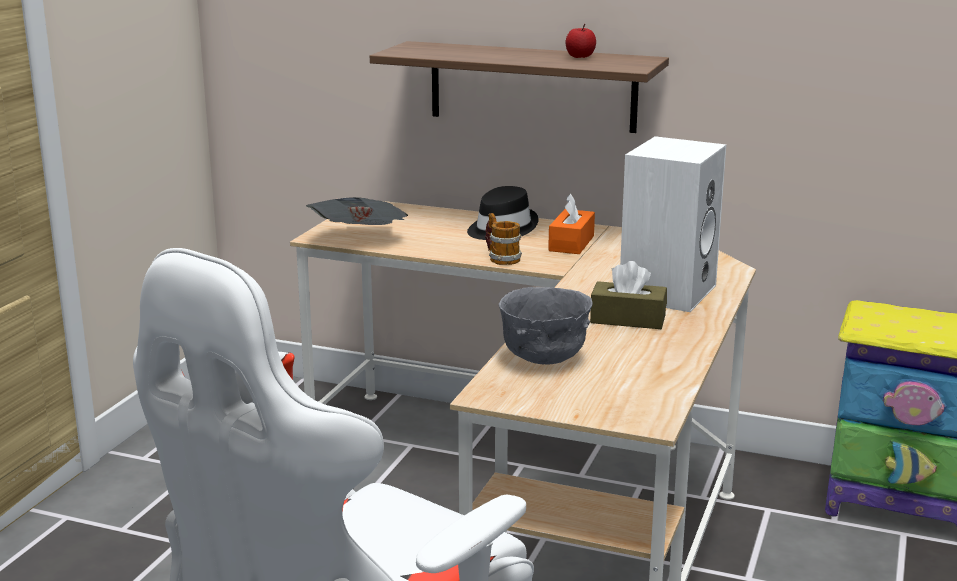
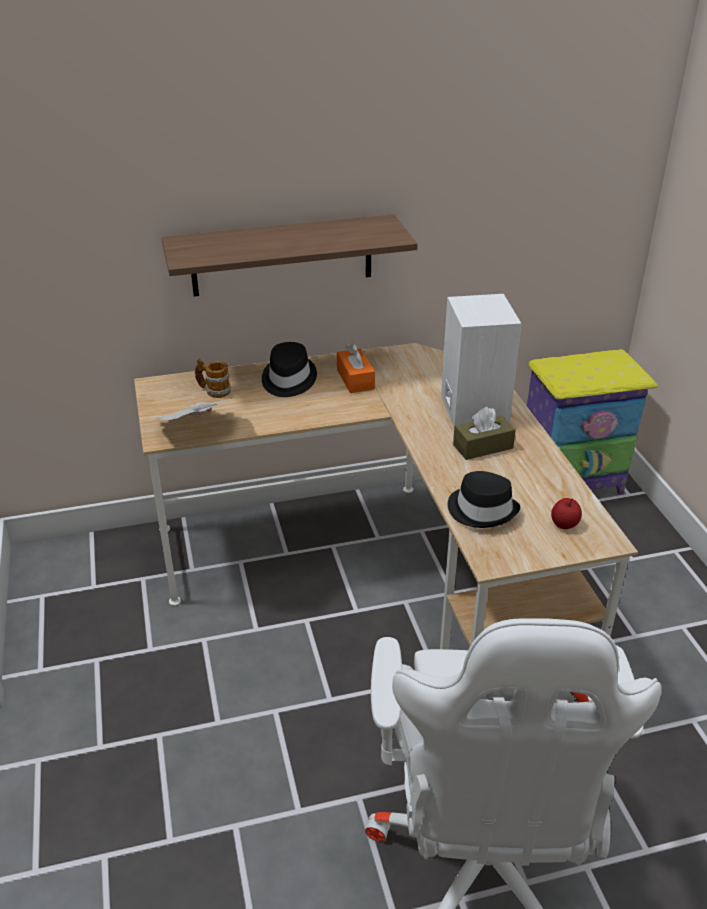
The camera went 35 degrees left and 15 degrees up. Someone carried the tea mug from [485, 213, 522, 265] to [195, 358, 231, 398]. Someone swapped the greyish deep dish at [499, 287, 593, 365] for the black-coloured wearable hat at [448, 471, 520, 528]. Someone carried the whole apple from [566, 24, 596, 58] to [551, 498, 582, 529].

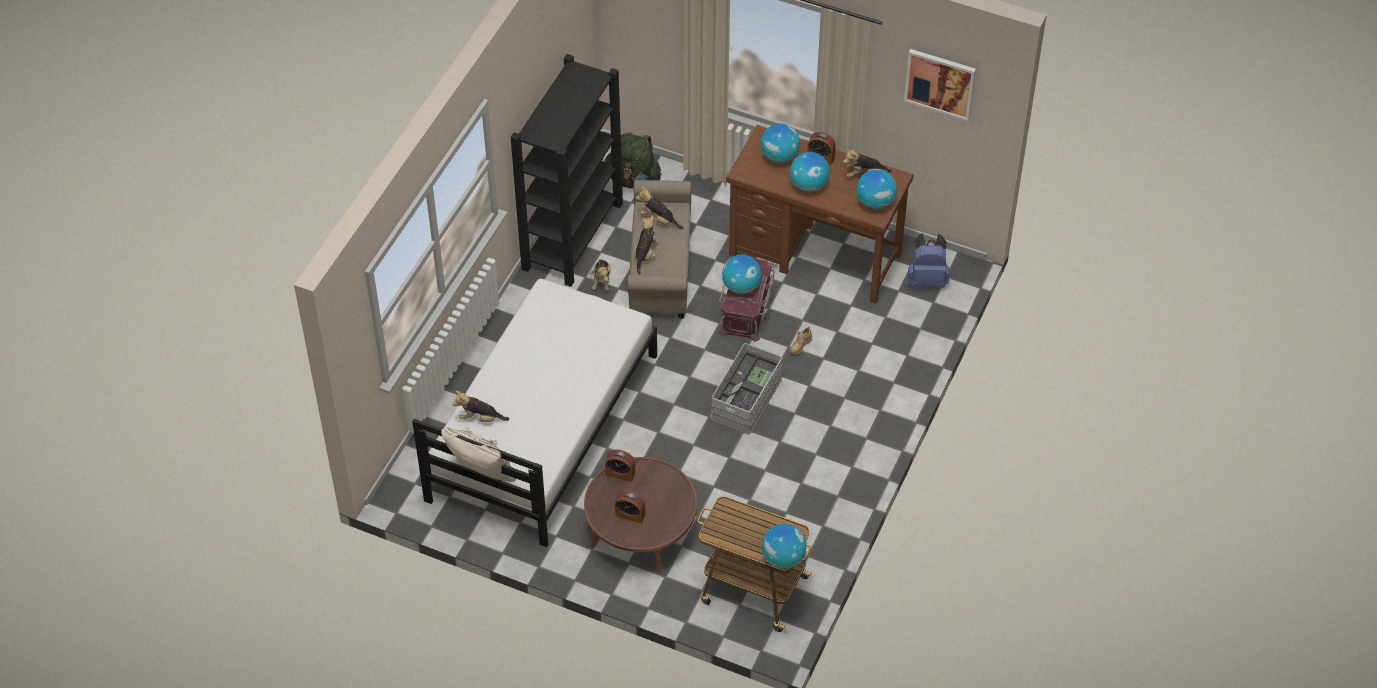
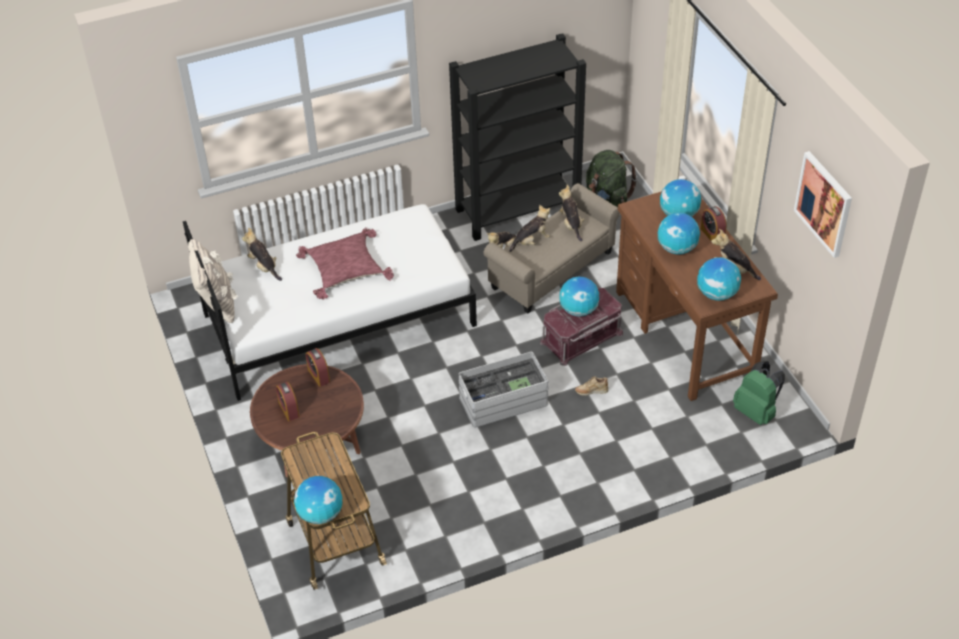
The camera went 45 degrees right and 5 degrees down. Someone put down the red throw pillow at [296, 228, 394, 300]. Someone repainted the blue-coloured rucksack at [908, 233, 950, 288], which became the green-coloured rucksack at [733, 361, 785, 425].

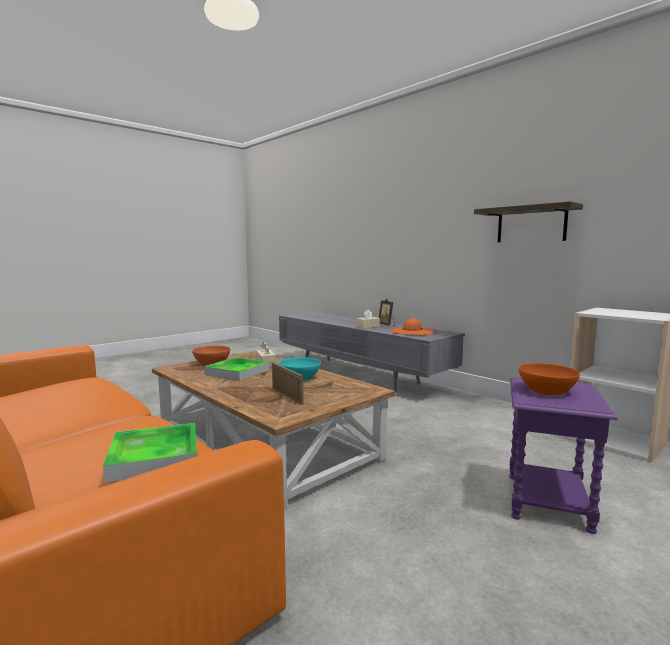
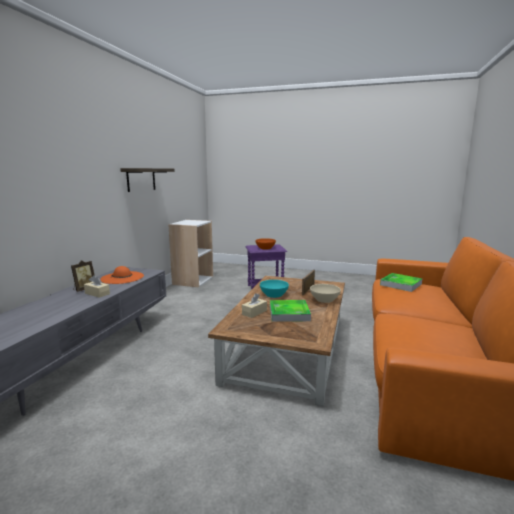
The camera went 120 degrees left and 5 degrees up. Someone put down the beige-coloured deep dish at [310, 284, 341, 303]. Someone took away the orange-coloured deep dish at [192, 345, 230, 366].

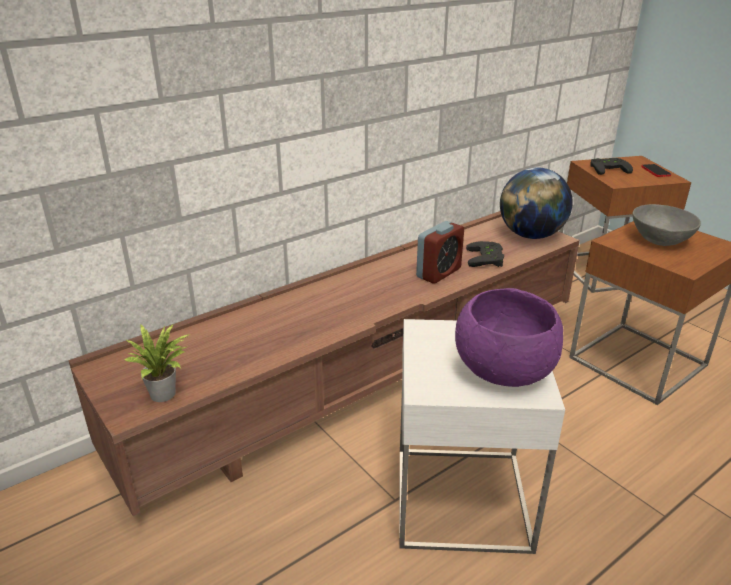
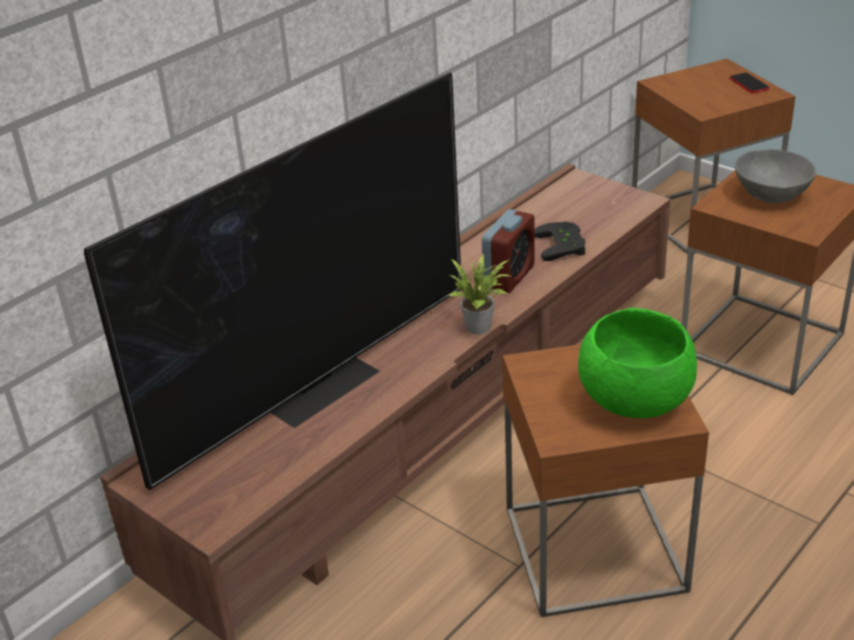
The camera went 10 degrees left and 5 degrees up. Someone put down the TV set at [84, 72, 462, 490]. Someone carried the houseplant from [124, 325, 190, 402] to [449, 254, 510, 334]. Someone repainted the white-coloured end table at [399, 319, 565, 554], which became the brownish end table at [503, 344, 709, 617]. Someone repainted the purplish deep dish at [455, 288, 563, 387], which became the green-coloured deep dish at [578, 308, 697, 418]. Someone took away the globe at [500, 168, 573, 239]. Someone took away the black-coloured game controller at [590, 158, 633, 175].

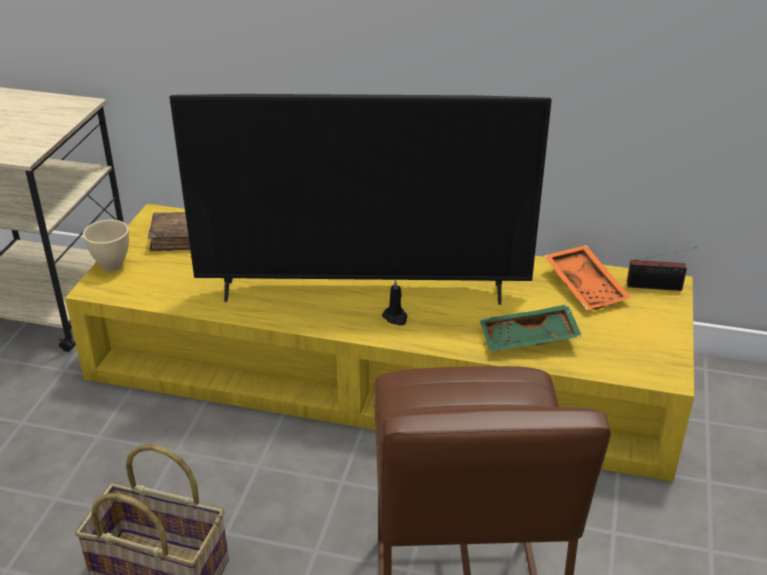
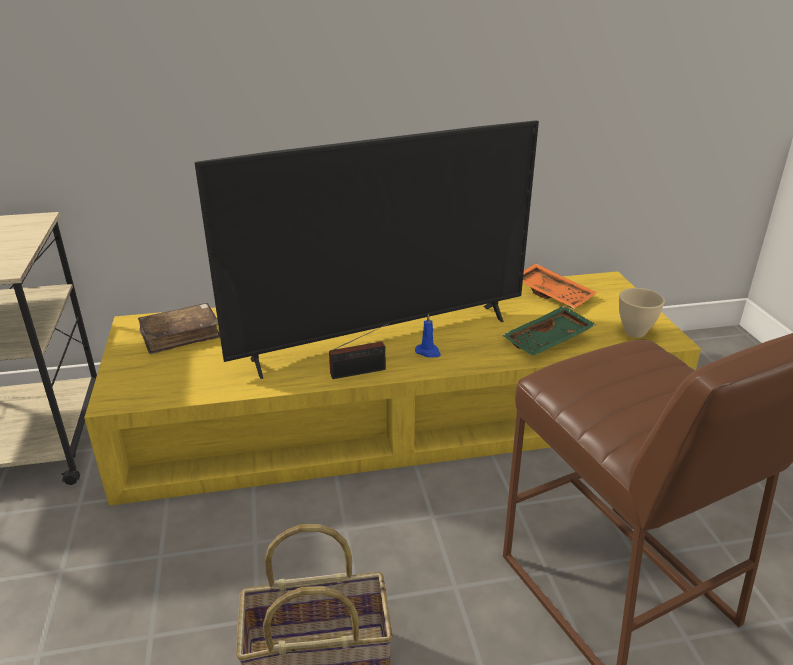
The camera went 25 degrees left and 5 degrees down. Someone carried the radio from [627, 247, 697, 291] to [329, 323, 390, 379]. Someone repainted the black-coloured wax light at [382, 279, 408, 326], which became the blue-coloured wax light at [415, 313, 441, 357]. Someone carried the beige-coloured deep dish from [83, 220, 129, 272] to [619, 288, 665, 338].

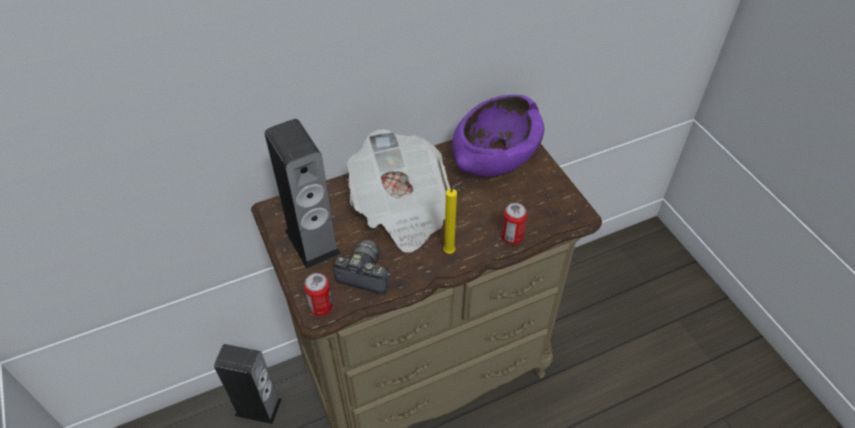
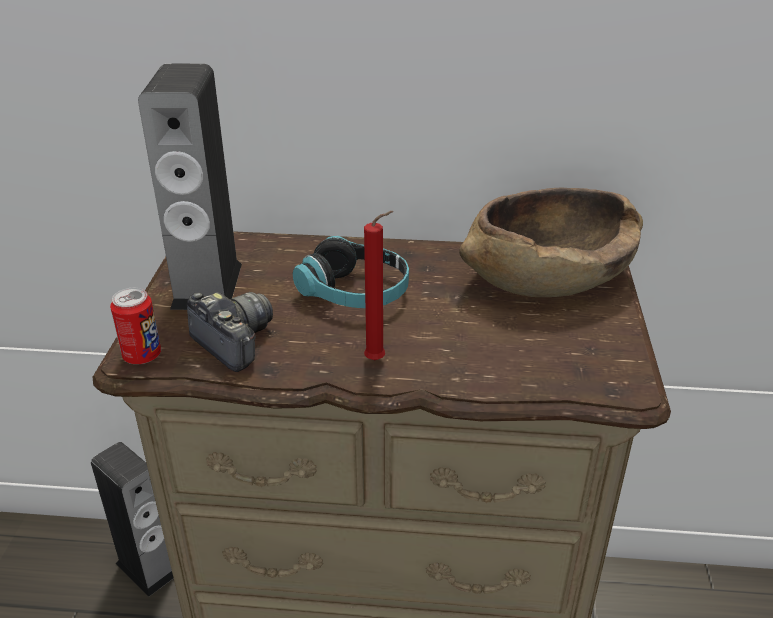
The camera went 30 degrees right and 15 degrees down. Someone swapped the printed paper at [347, 129, 450, 253] for the headphones at [292, 236, 409, 308]. Someone repainted the yellow wax light at [443, 181, 462, 254], which became the red wax light at [364, 211, 394, 360]. Someone repainted the purplish deep dish at [453, 95, 544, 177], which became the brownish deep dish at [459, 187, 643, 297]. Someone took away the can at [501, 203, 527, 244].

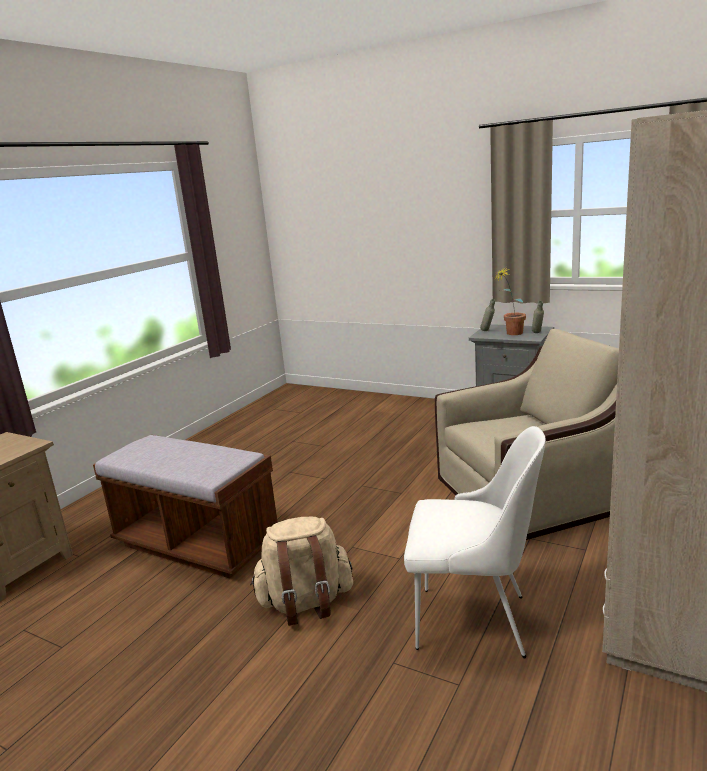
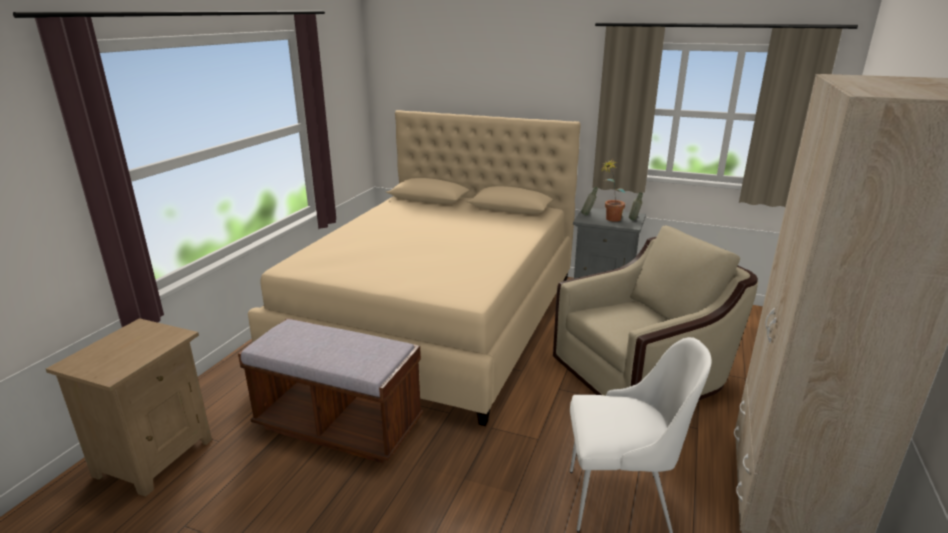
The camera went 10 degrees left and 5 degrees up. Someone put down the beige-coloured sleeping bed at [248, 110, 581, 426]. Someone took away the beige-coloured rucksack at [250, 517, 353, 626].

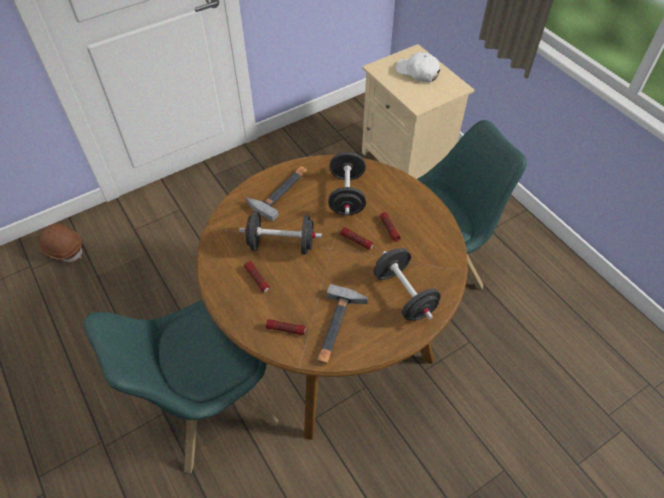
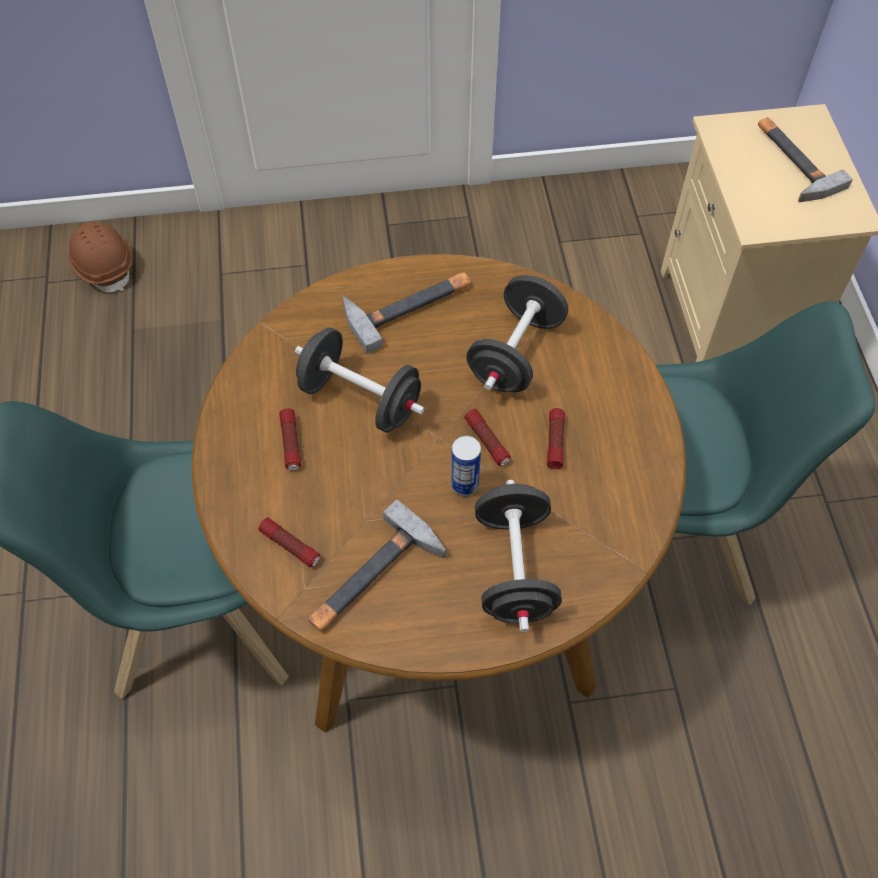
The camera went 25 degrees right and 5 degrees up. Someone put down the can at [451, 436, 481, 496]. Someone swapped the white-coloured peaked cap at [396, 52, 440, 82] for the hammer at [758, 117, 853, 202].

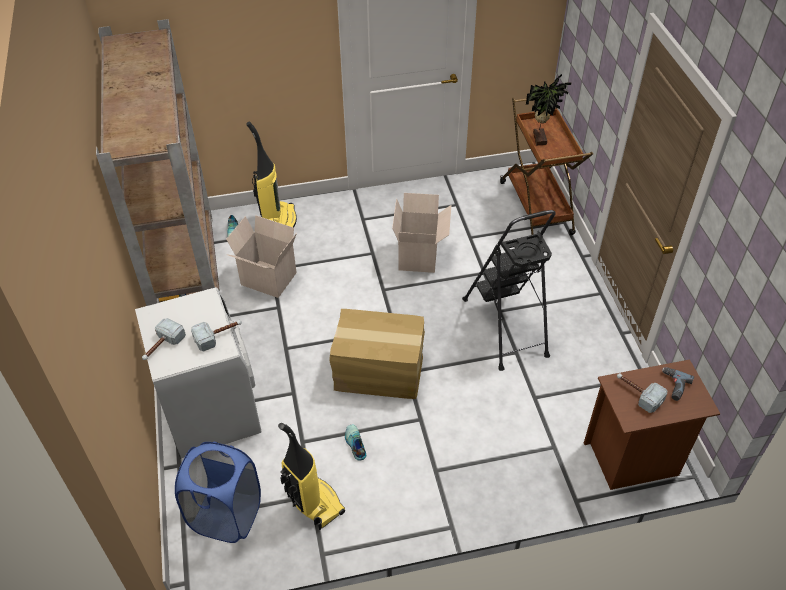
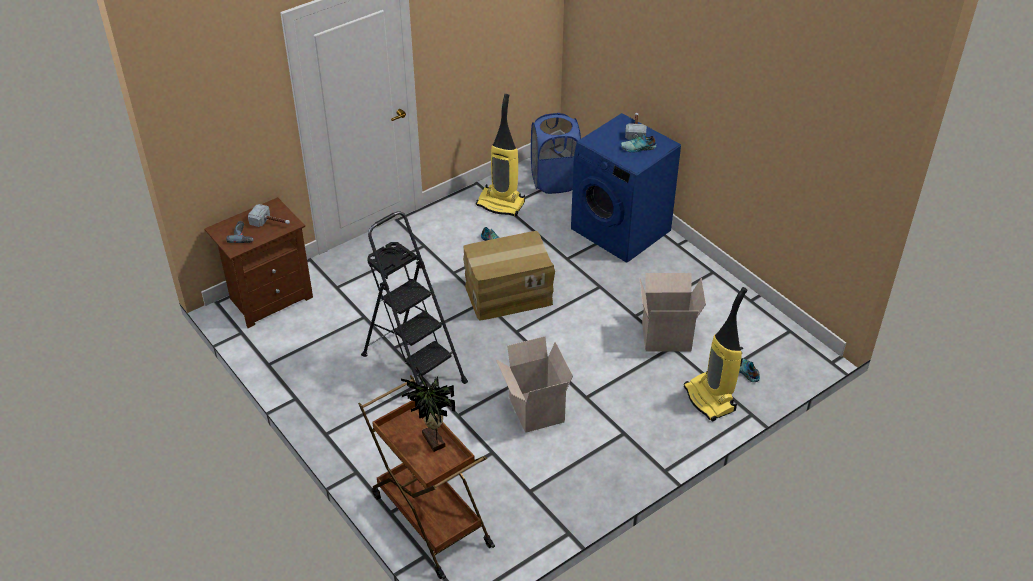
The camera went 155 degrees right and 5 degrees down. Someone repainted the white-coloured laundry machine at [135, 287, 262, 459], which became the blue-coloured laundry machine at [571, 113, 681, 263]. Someone put down the shoe at [621, 134, 657, 153]. Someone took away the brownish shelving unit at [96, 19, 220, 306]. Someone took away the hammer at [191, 320, 242, 351].

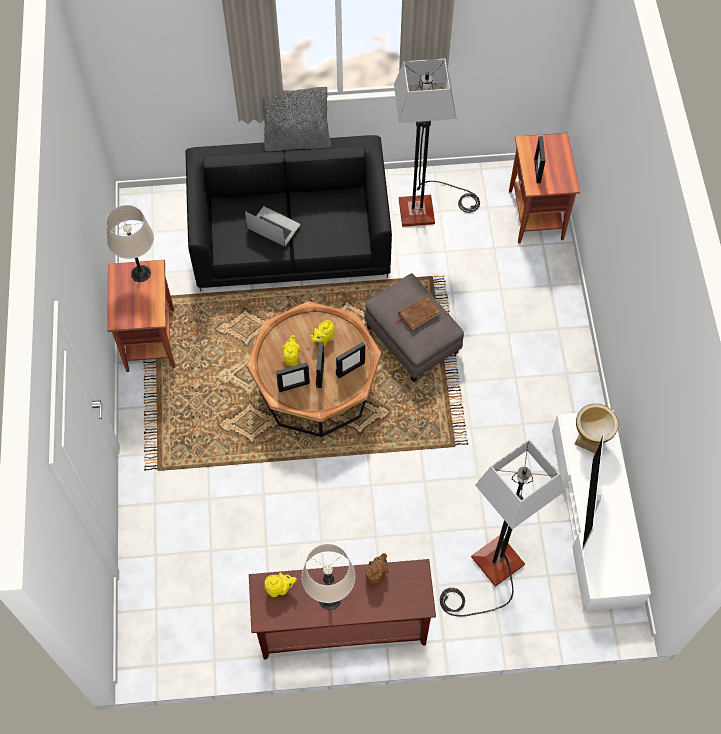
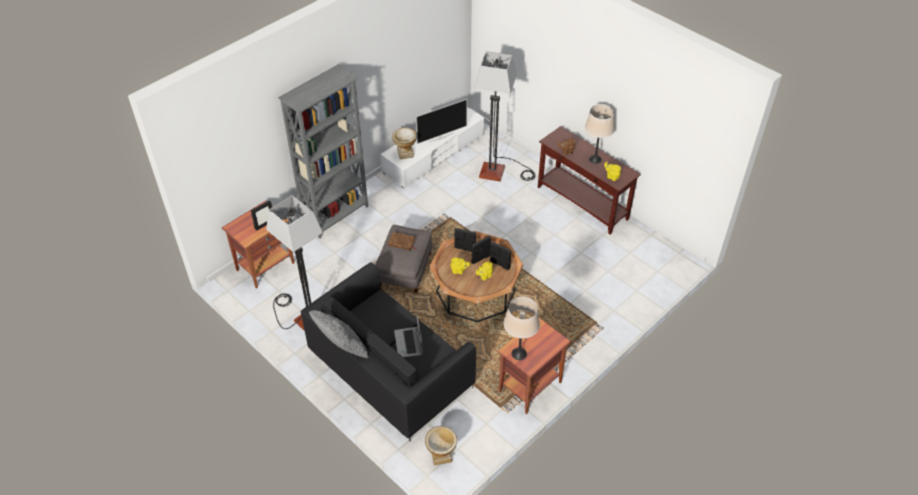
The camera went 130 degrees left and 15 degrees down. Someone put down the greyish shelving unit at [278, 65, 368, 239]. Someone put down the flower vase at [425, 426, 457, 465].

